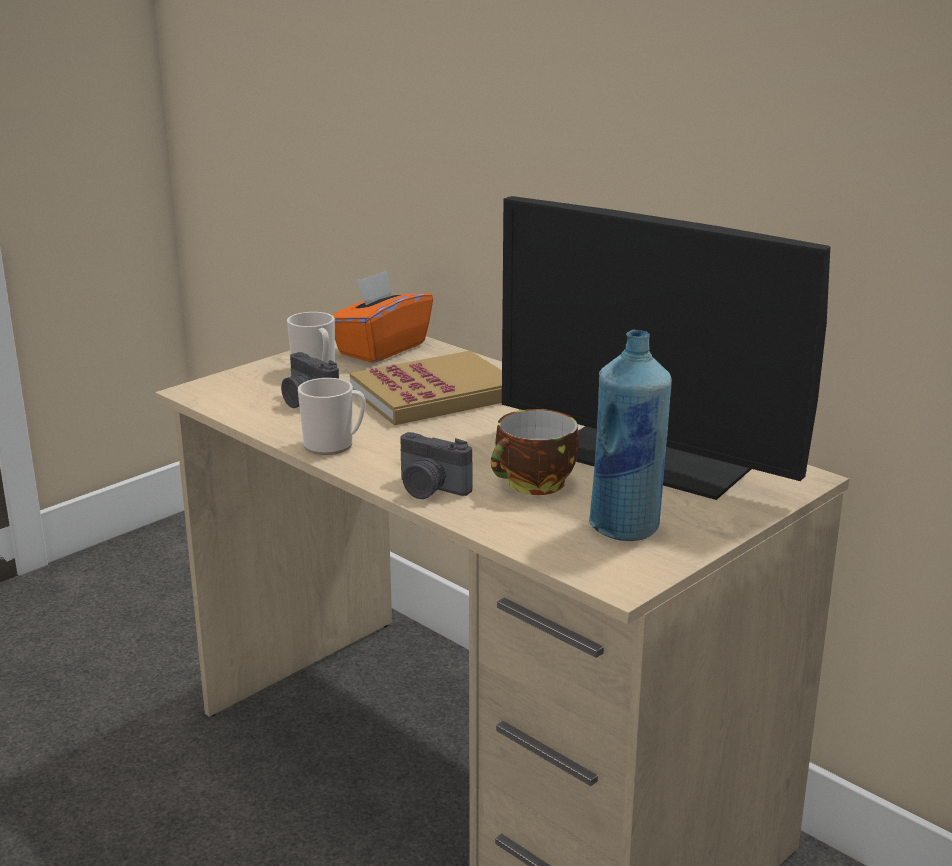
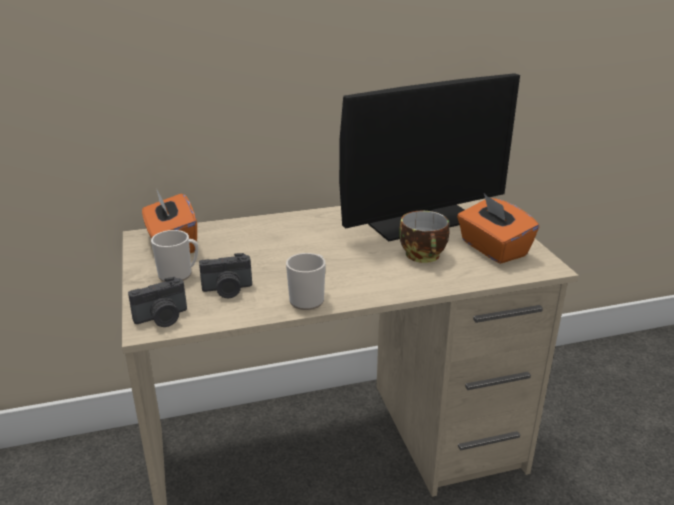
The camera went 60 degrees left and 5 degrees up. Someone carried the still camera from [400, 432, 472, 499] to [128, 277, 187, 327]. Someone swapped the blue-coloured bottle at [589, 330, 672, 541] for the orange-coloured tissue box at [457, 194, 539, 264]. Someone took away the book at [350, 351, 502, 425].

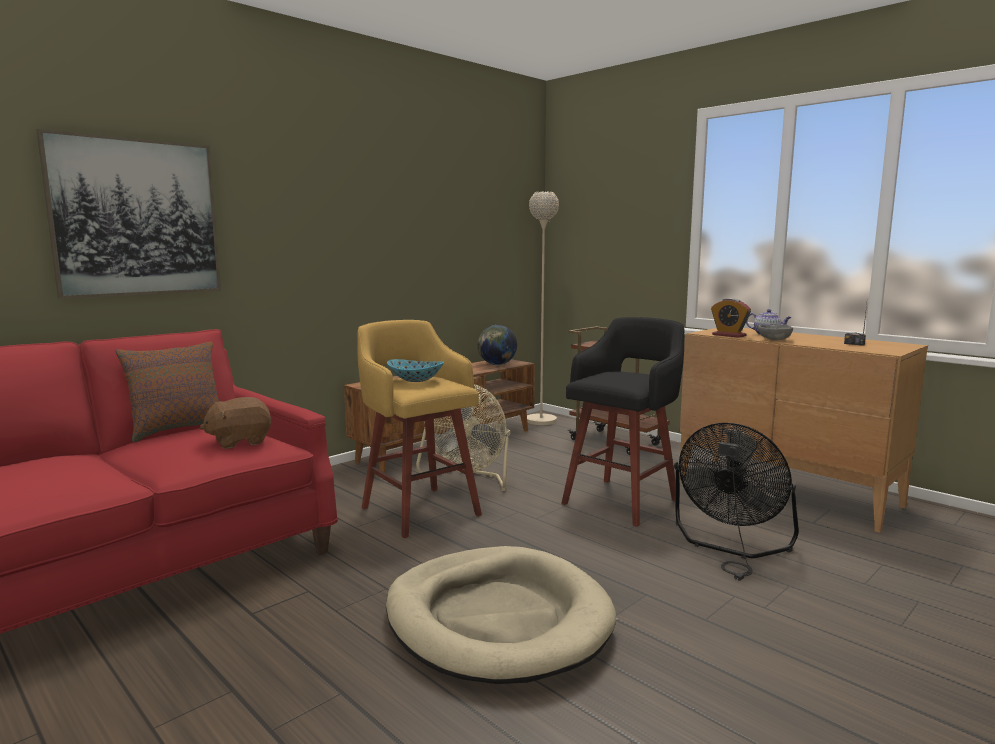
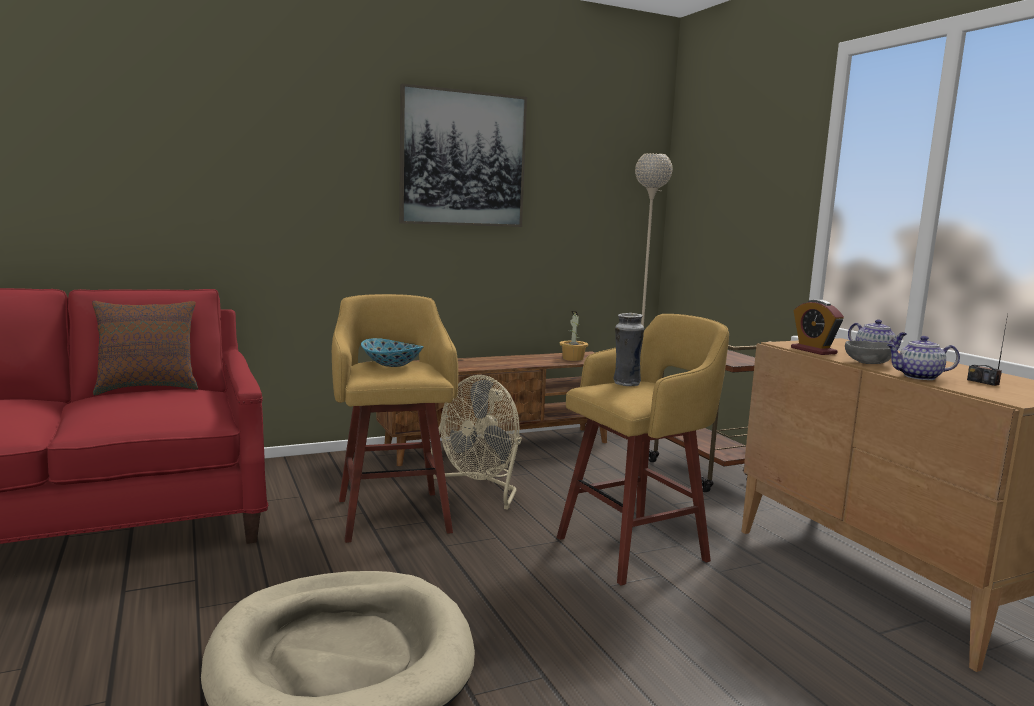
The camera went 20 degrees right and 0 degrees up. Someone carried the picture from [36, 129, 221, 299] to [399, 83, 527, 227]. Someone repainted the black-coloured stool at [561, 317, 685, 527], which became the yellow stool at [557, 314, 729, 586]. Someone swapped the globe at [478, 325, 517, 365] for the houseplant at [559, 311, 588, 361]. Someone put down the flower vase at [614, 313, 644, 386]. Someone put down the pot for tea at [887, 336, 960, 380]. Someone took away the brownish plush toy at [200, 397, 272, 449]. Someone took away the black-coloured electric fan at [674, 423, 799, 581].

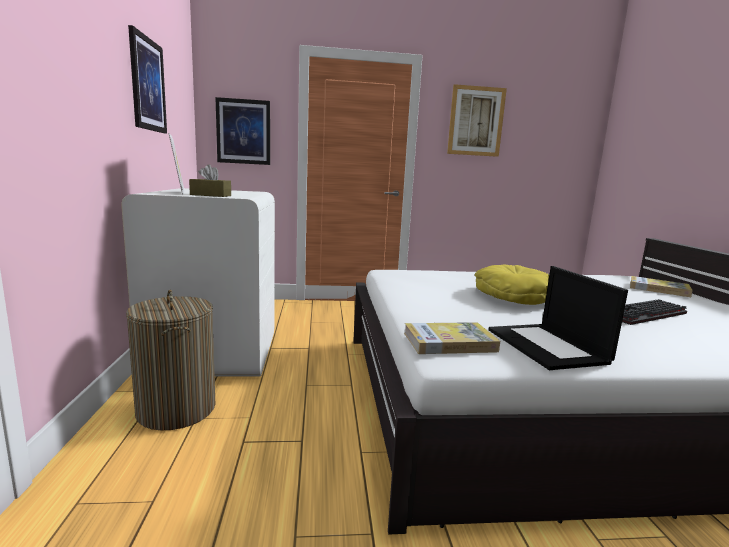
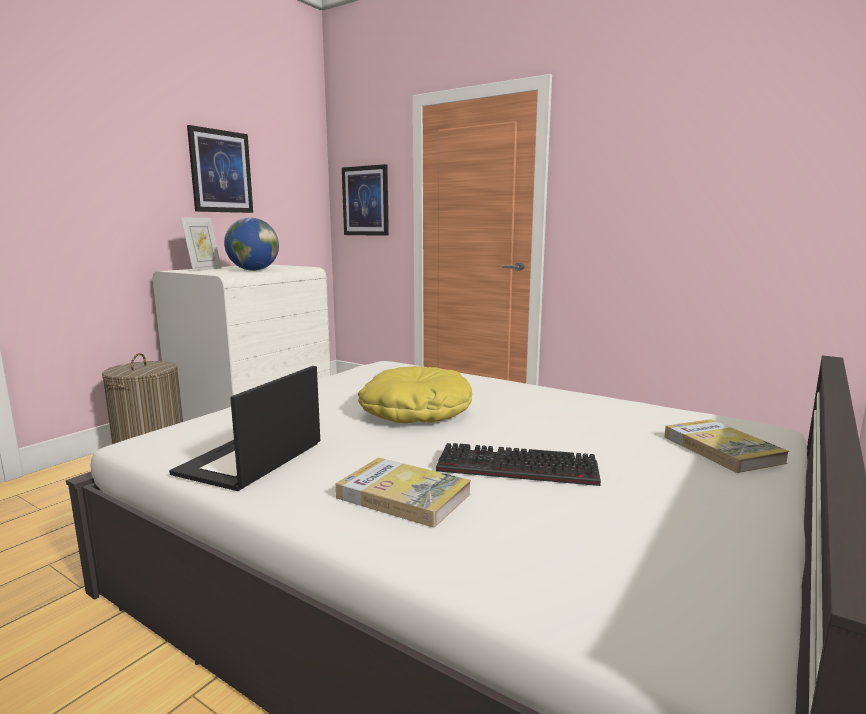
The camera went 40 degrees right and 0 degrees up. Someone put down the globe at [224, 218, 279, 271]. Someone carried the book from [404, 322, 500, 354] to [336, 457, 471, 528]. Someone took away the brownish tissue box at [189, 165, 231, 197]. Someone took away the picture at [447, 84, 507, 157].

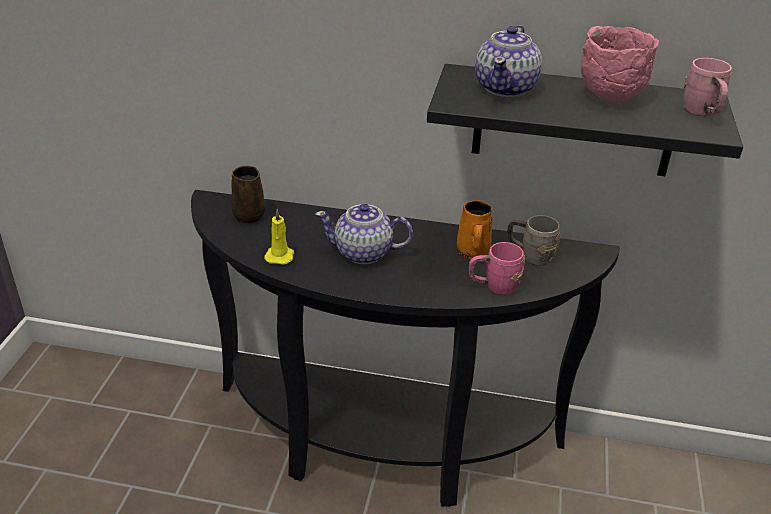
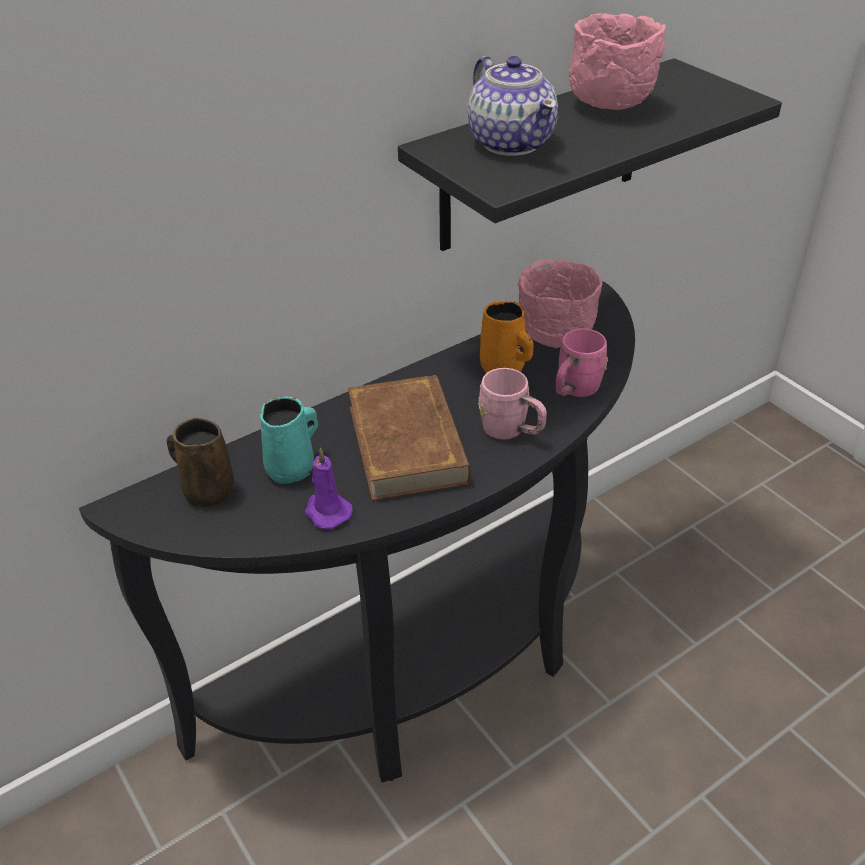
The camera went 45 degrees left and 5 degrees up. Someone put down the turquoise tea mug at [260, 396, 318, 484]. Someone repainted the yellow wax light at [264, 209, 294, 265], which became the purplish wax light at [304, 448, 353, 529]. Someone swapped the pot for tea at [315, 204, 413, 264] for the brownish book at [348, 375, 471, 501]. Someone carried the pinkish tea mug from [683, 58, 732, 116] to [478, 368, 547, 440]. Someone swapped the greyish tea mug at [507, 215, 561, 266] for the pinkish deep dish at [517, 259, 603, 349].

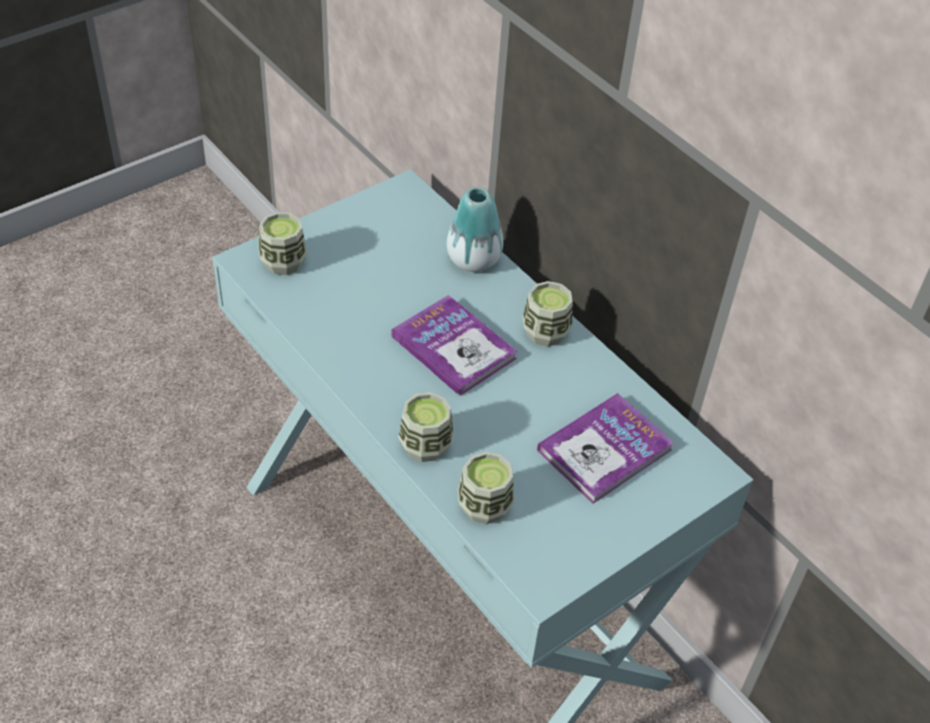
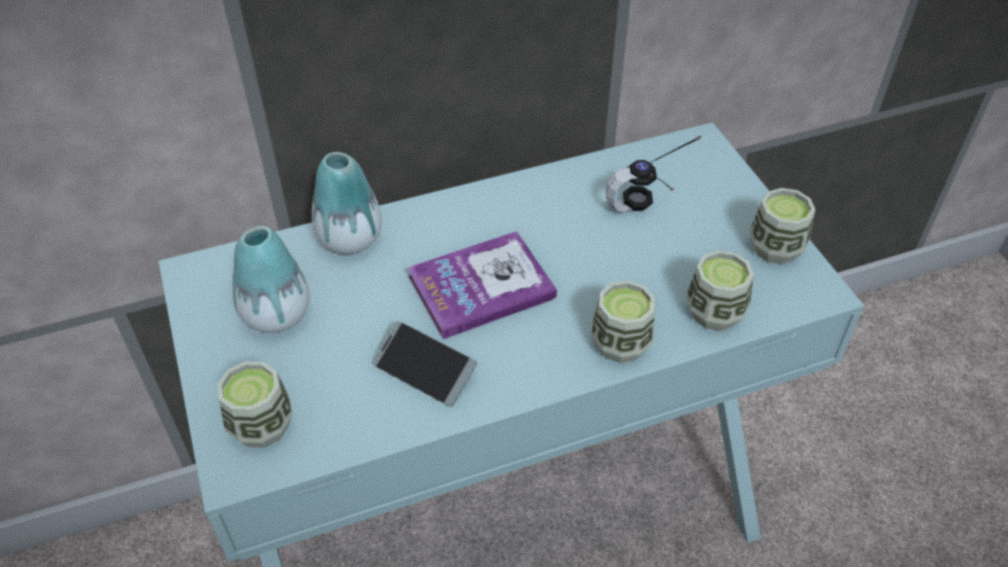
The camera went 70 degrees left and 0 degrees up. Someone put down the flower vase at [232, 226, 310, 333]. Someone put down the handset at [372, 321, 477, 407]. Someone swapped the book at [537, 393, 674, 504] for the headphones at [606, 135, 701, 212]. Someone carried the small cup from [522, 281, 573, 346] to [749, 188, 815, 264].

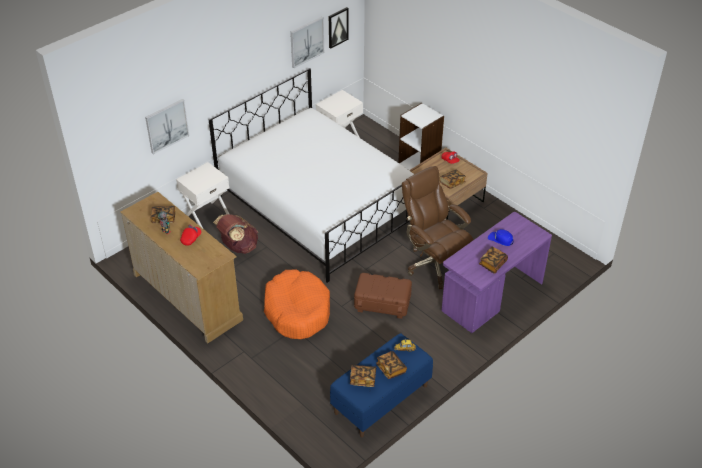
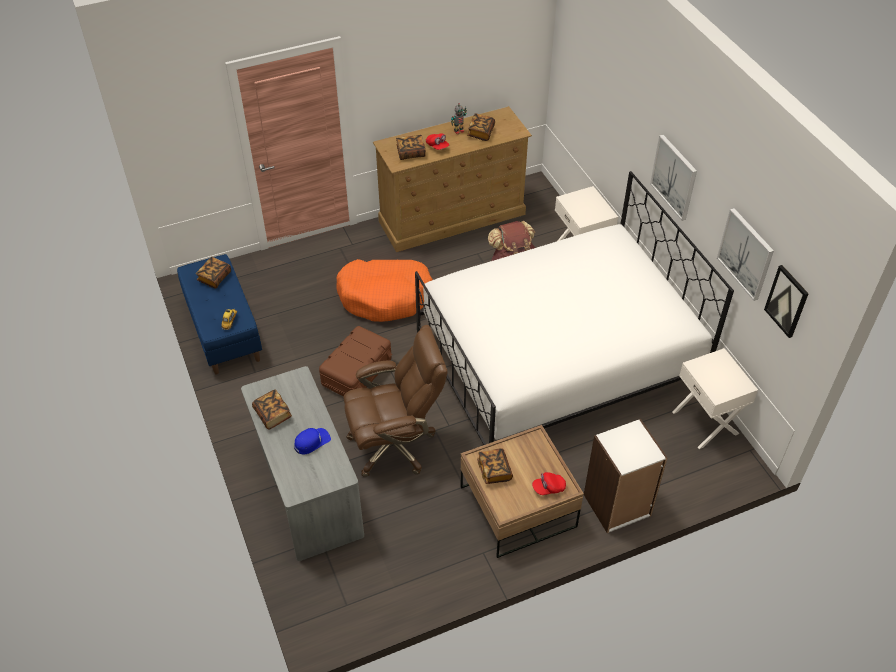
The camera went 110 degrees right and 5 degrees up. Someone repainted the purplish desk unit at [441, 212, 552, 333], which became the greyish desk unit at [241, 366, 364, 561]. Someone carried the book from [376, 351, 407, 379] to [396, 135, 426, 160]. Someone carried the picture from [145, 99, 189, 154] to [650, 135, 697, 221].

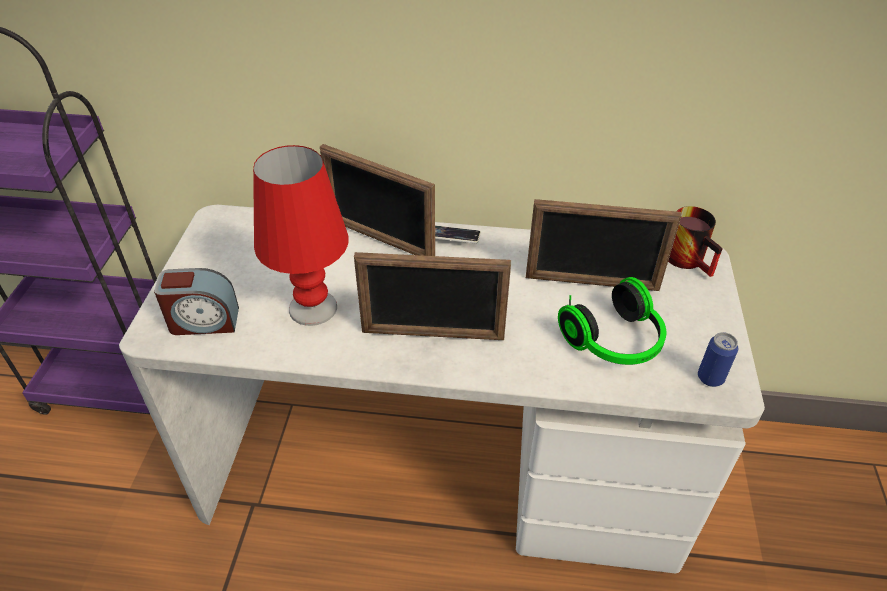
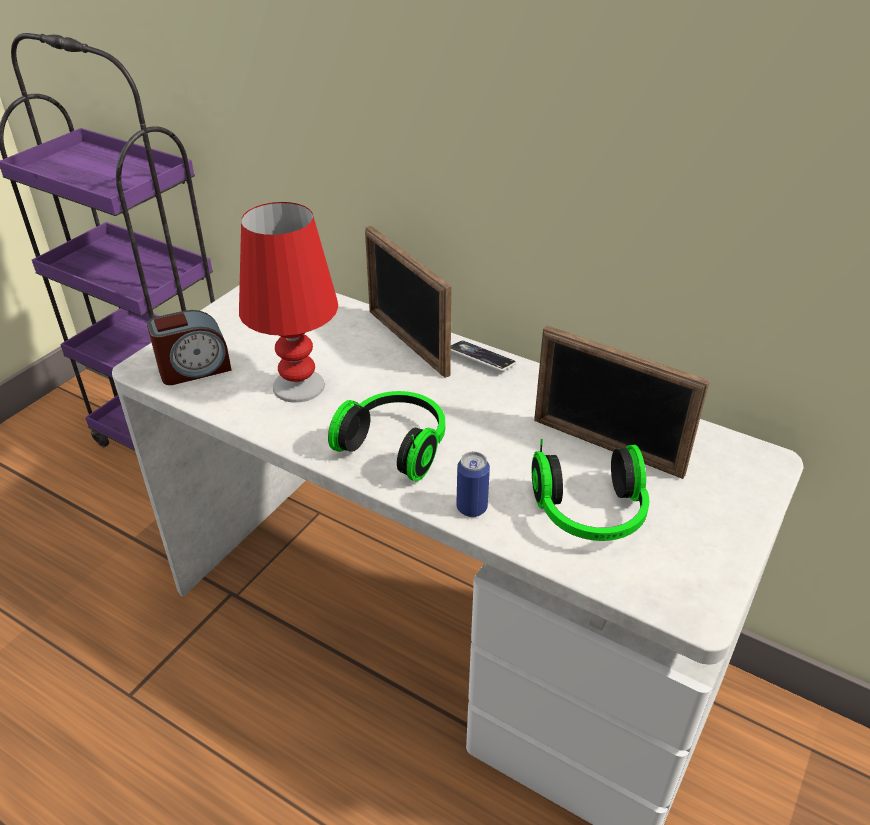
The camera went 25 degrees right and 5 degrees down. Someone rotated the alarm clock at [154, 268, 239, 335] by 45 degrees counterclockwise. Someone swapped the standing frame at [354, 252, 511, 340] for the headphones at [328, 391, 445, 481]. Someone carried the can from [698, 332, 738, 387] to [457, 452, 490, 517]. Someone took away the tea mug at [668, 206, 723, 277].

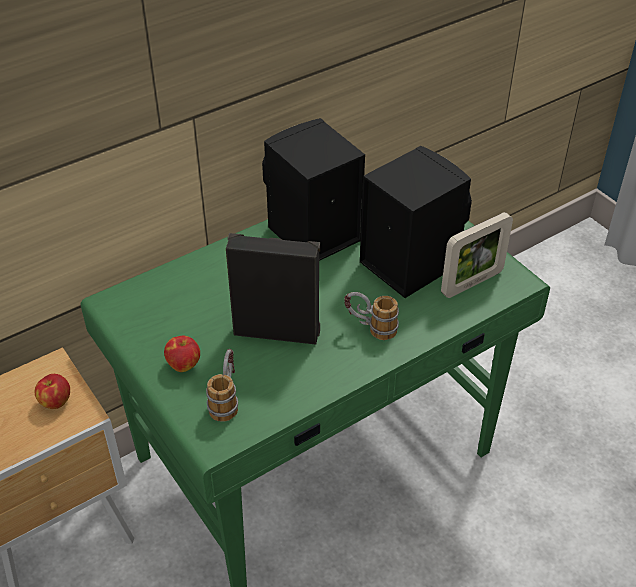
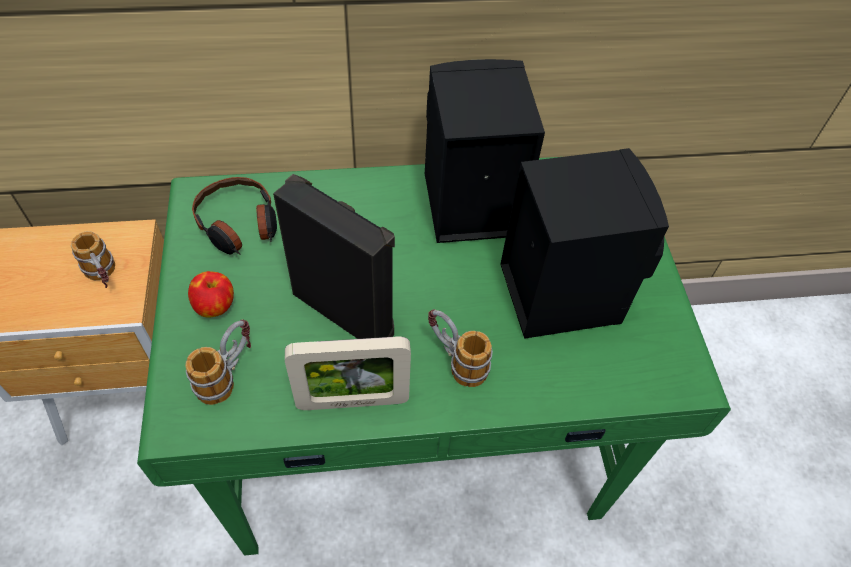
The camera went 25 degrees right and 10 degrees up. Someone swapped the whole apple at [34, 374, 70, 409] for the tea mug at [71, 231, 115, 288]. Someone put down the headphones at [192, 177, 277, 255]. Someone carried the standing frame from [441, 212, 513, 298] to [285, 336, 411, 410].

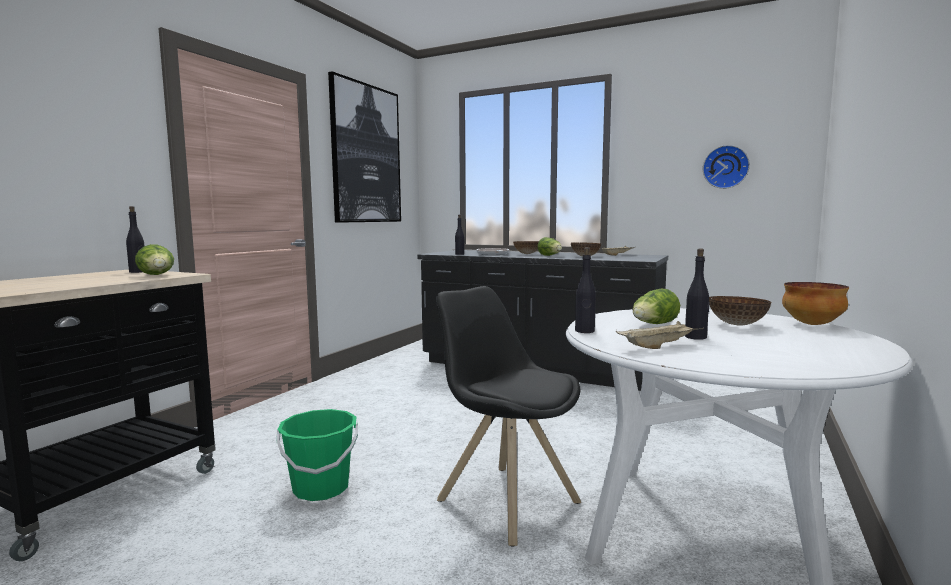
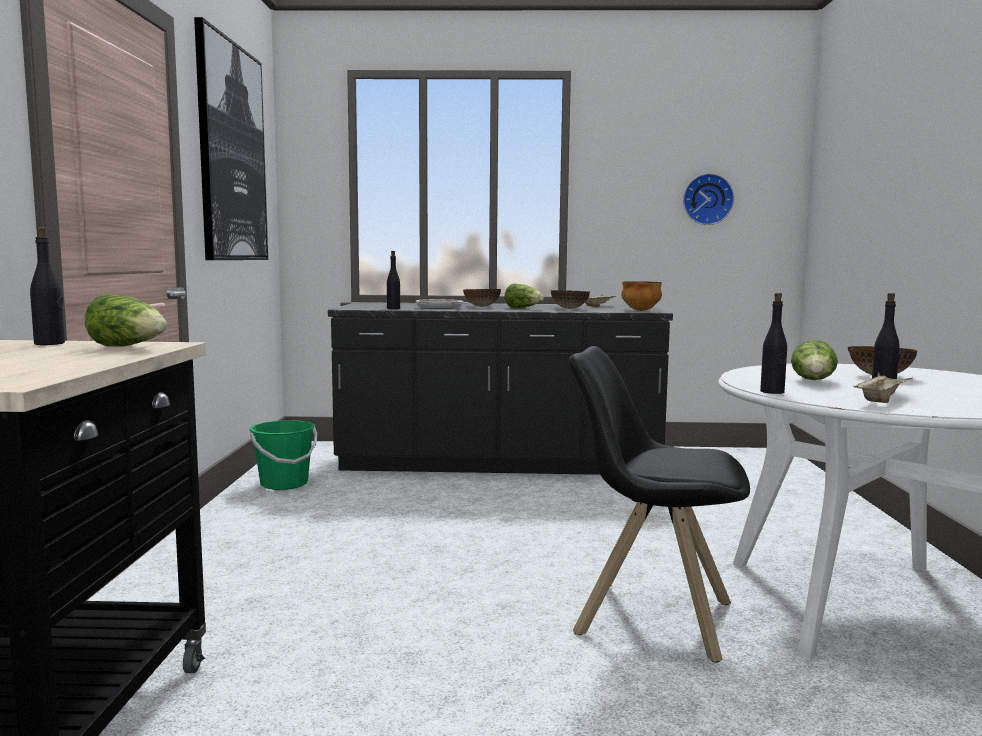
The camera went 25 degrees left and 0 degrees up. Someone carried the green-coloured pail from [276, 409, 358, 501] to [249, 420, 317, 490]. Someone carried the deep dish from [782, 282, 849, 325] to [621, 281, 662, 311].

